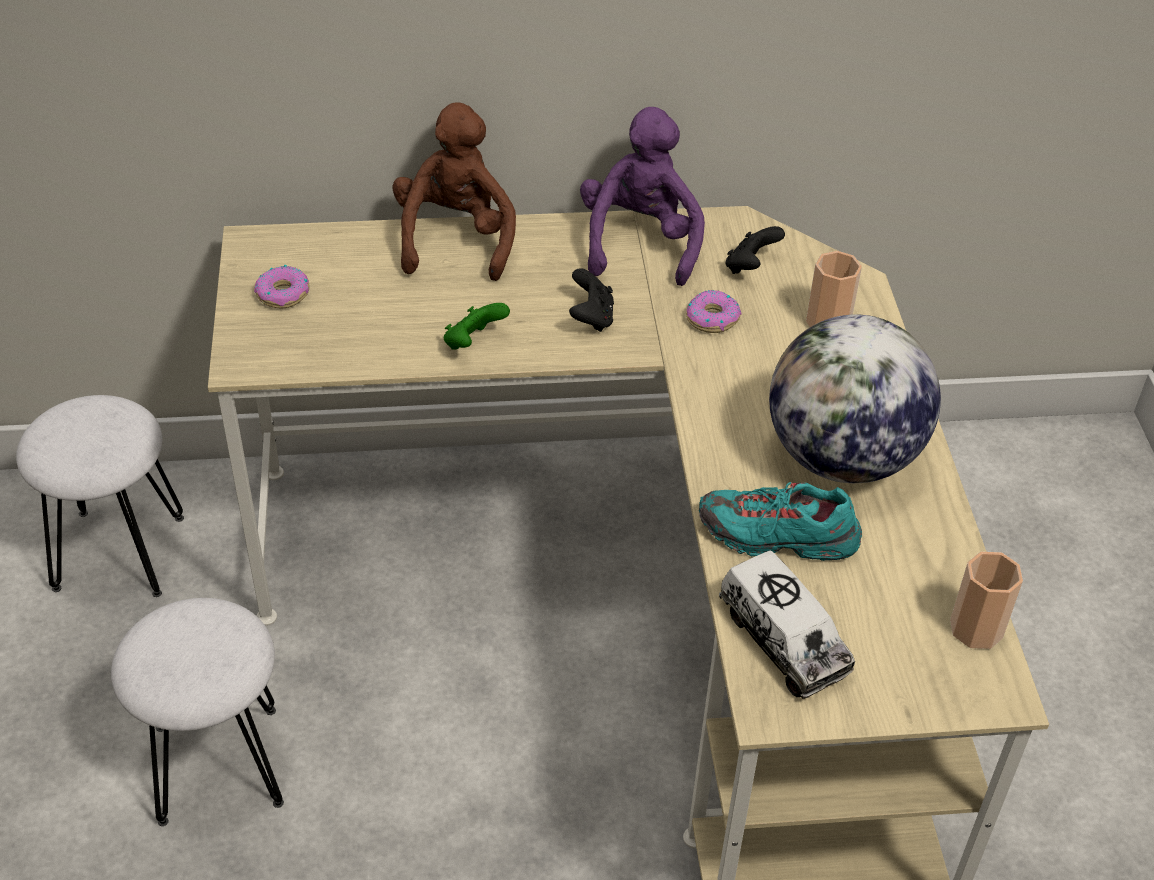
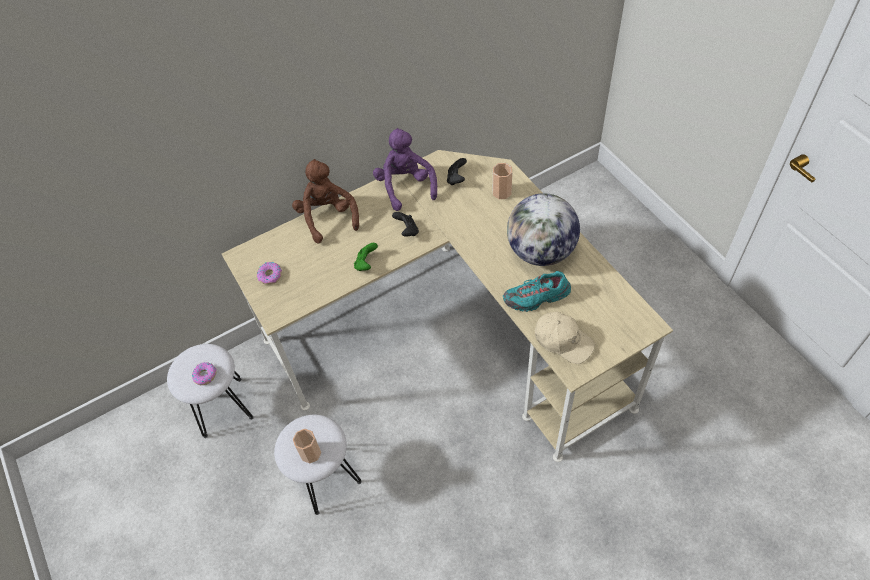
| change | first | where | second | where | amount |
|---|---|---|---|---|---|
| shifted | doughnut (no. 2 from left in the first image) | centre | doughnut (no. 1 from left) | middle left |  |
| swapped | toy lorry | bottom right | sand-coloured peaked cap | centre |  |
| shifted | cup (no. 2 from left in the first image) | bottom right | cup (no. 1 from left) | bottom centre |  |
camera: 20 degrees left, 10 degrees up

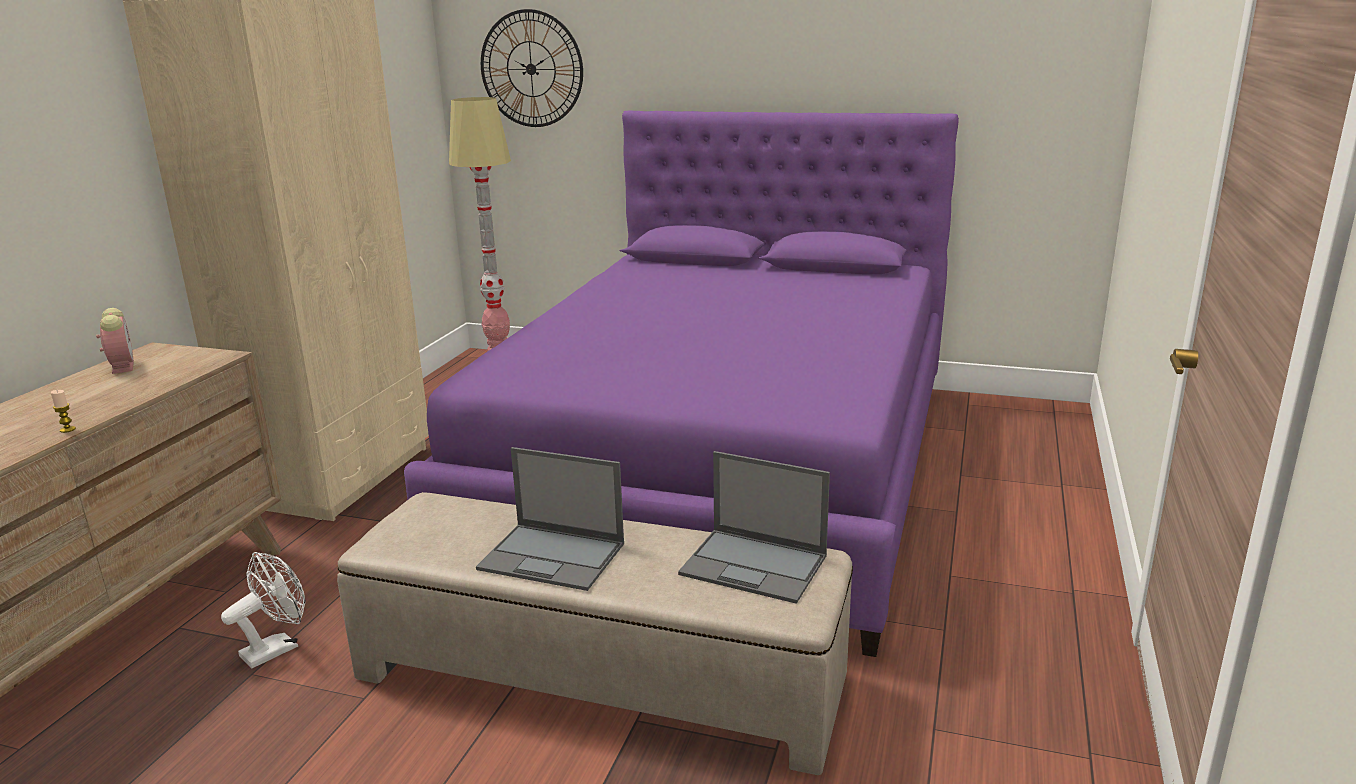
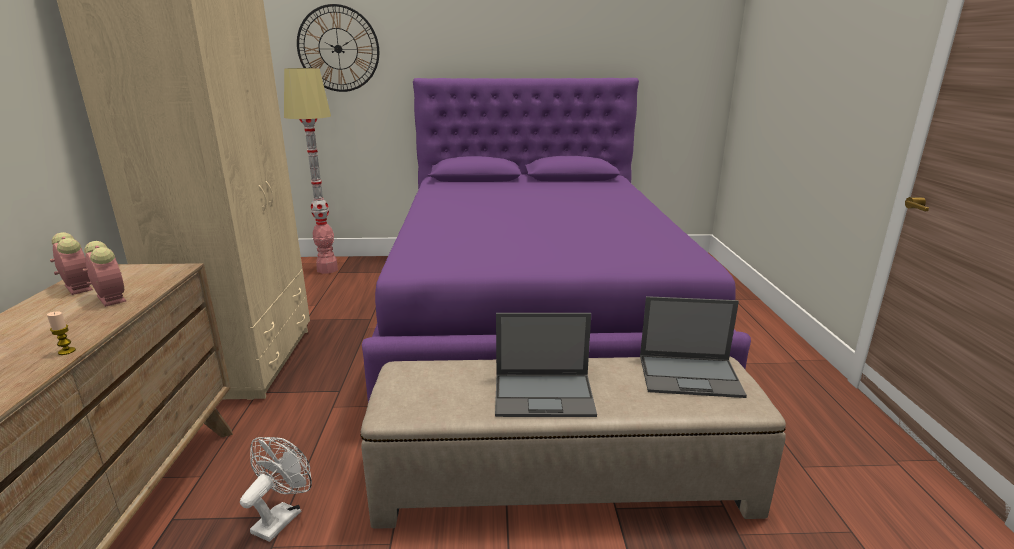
| change | first | where | second | where | amount |
|---|---|---|---|---|---|
| new |  |  | bedside clock (no. 2 from left) | middle left |  |
camera: 20 degrees left, 0 degrees up

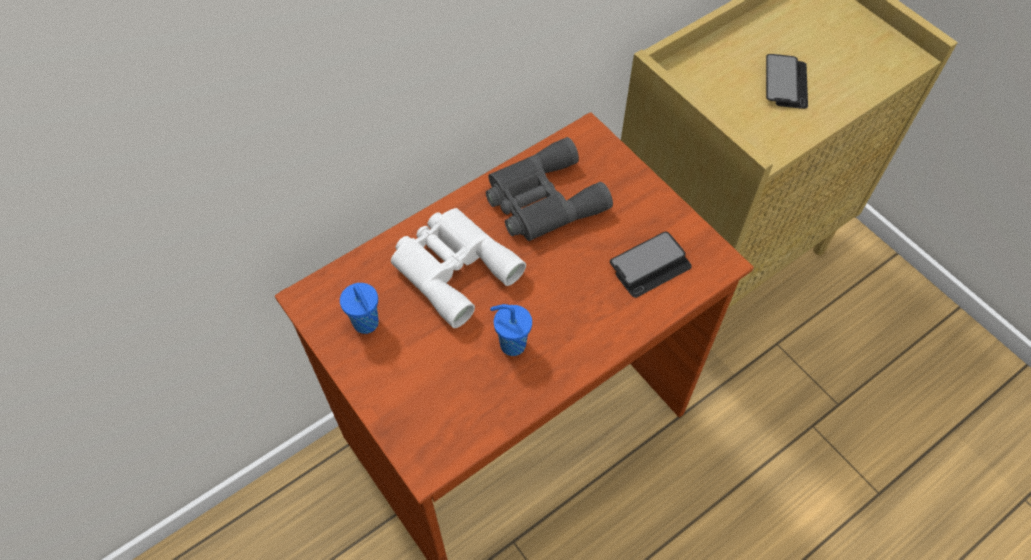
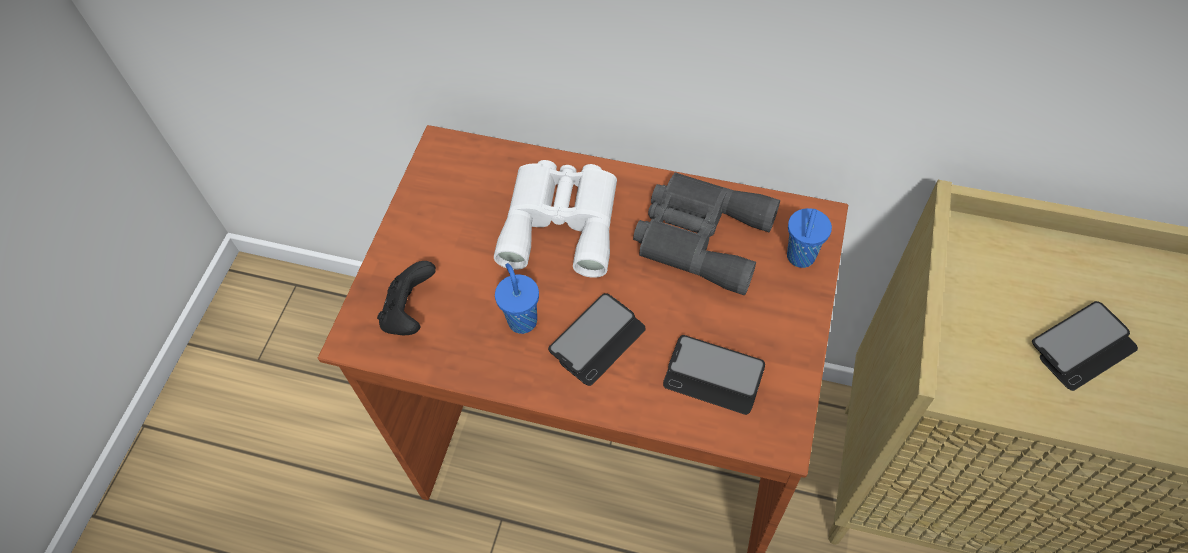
| change | first | where | second | where | amount |
|---|---|---|---|---|---|
| shifted | blue-coloured cup (no. 1 from left in the first image) | centre | blue-coloured cup (no. 2 from left) | middle right |  |
| new |  |  | blackish gamepad | centre |  |
| new |  |  | handset (no. 1 from left) | centre |  |
camera: 55 degrees right, 0 degrees up

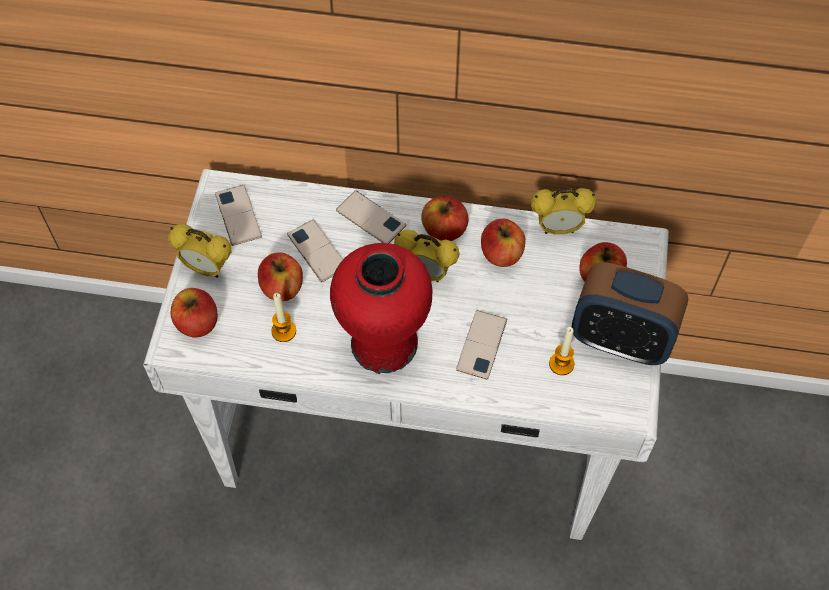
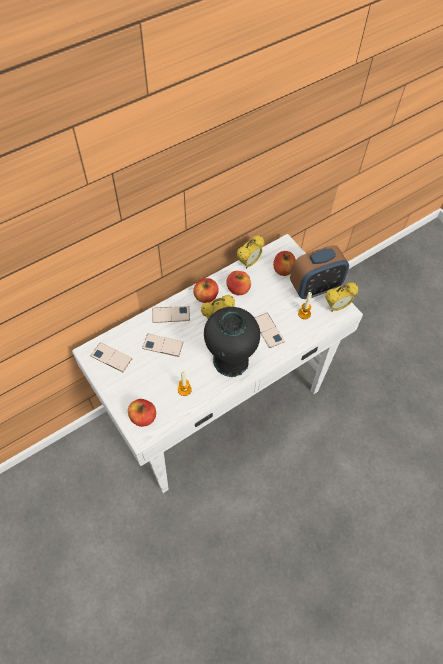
| change | first | where | second | where | amount |
|---|---|---|---|---|---|
| shifted | bedside clock (no. 1 from left in the first image) | middle left | bedside clock (no. 4 from left) | middle right |  |
| repainted | red-coloured vase | centre | blackish vase | centre |  |
| gone | whole apple (no. 2 from left) | centre |  |  |  |
camera: 45 degrees left, 0 degrees up

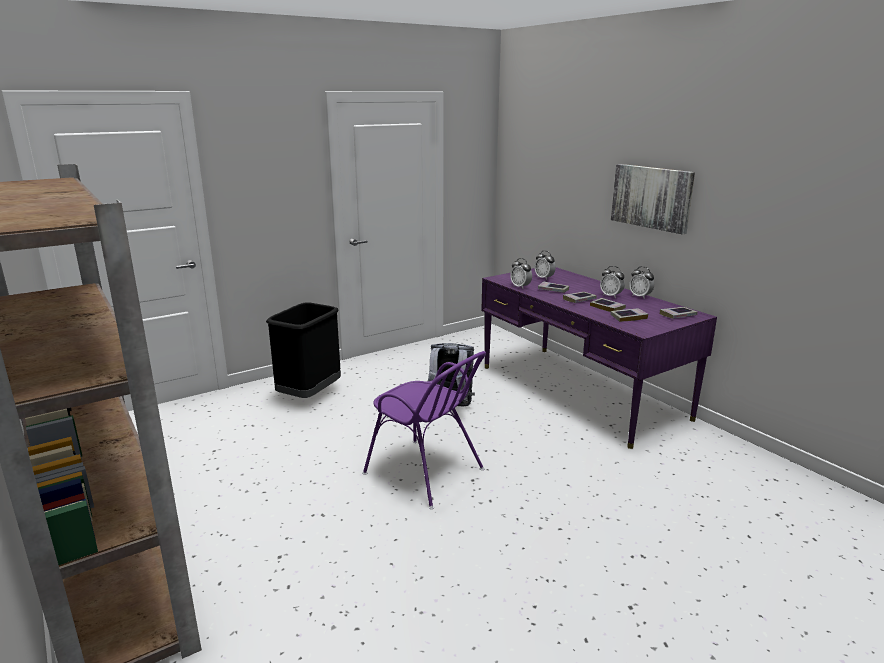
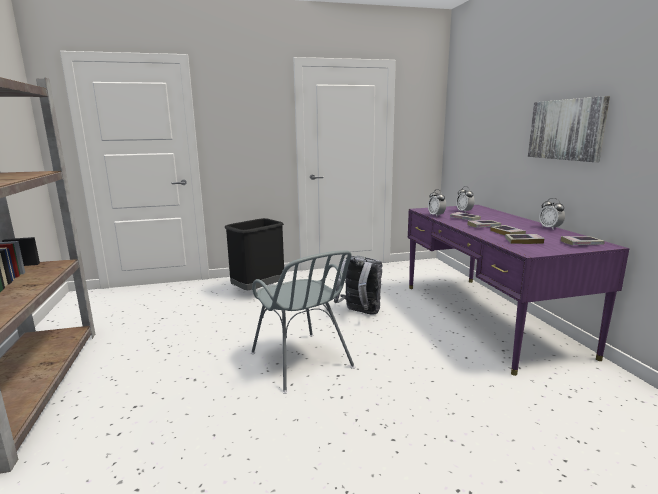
| change | first | where | second | where | amount |
|---|---|---|---|---|---|
| gone | bedside clock (no. 3 from left) | middle right |  |  |  |
| repainted | purple plain chair | centre | greyish plain chair | centre |  |
camera: 20 degrees right, 5 degrees down

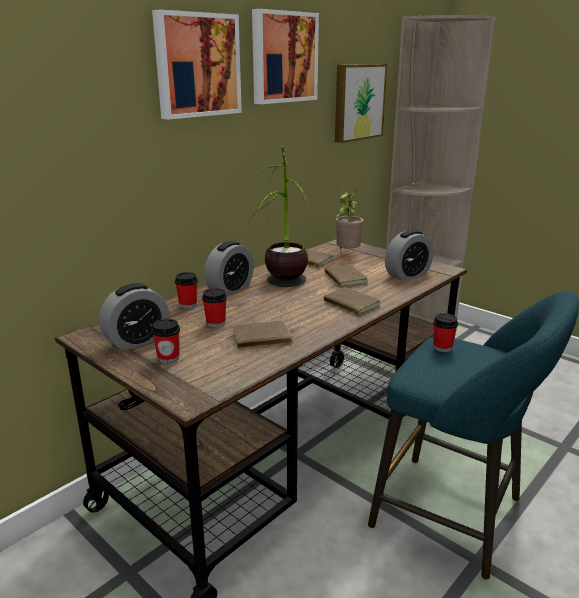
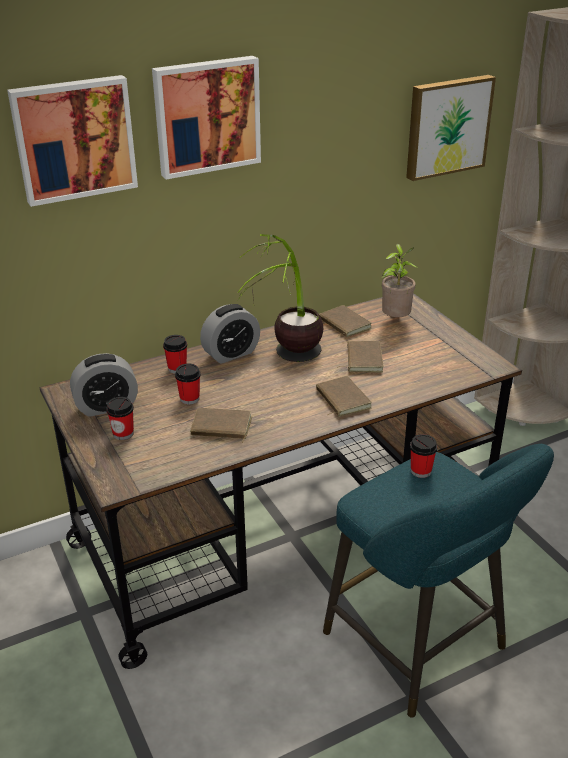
| change | first | where | second | where | amount |
|---|---|---|---|---|---|
| shifted | wall art (no. 2 from left in the first image) | top centre | wall art (no. 1 from left) | top left |  |
| gone | bedside clock (no. 3 from left) | middle right |  |  |  |
camera: 20 degrees right, 10 degrees up

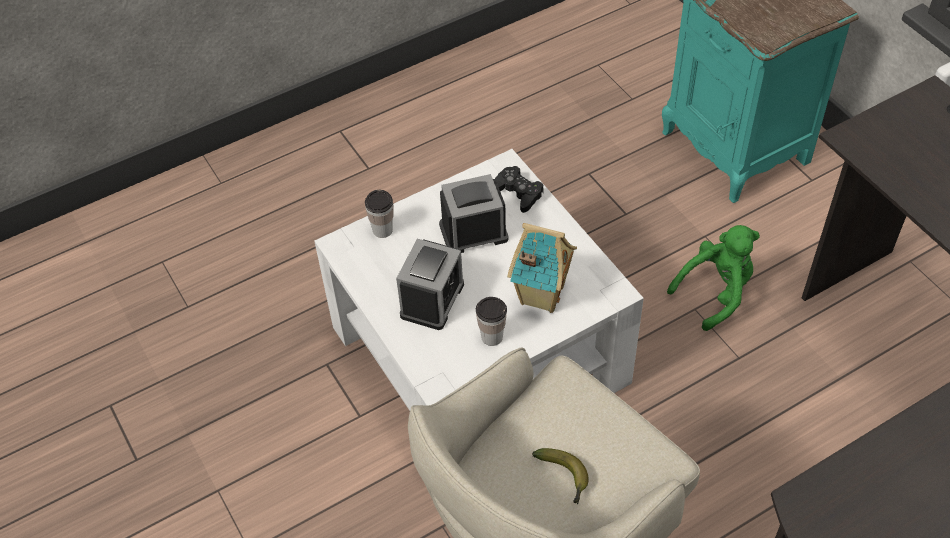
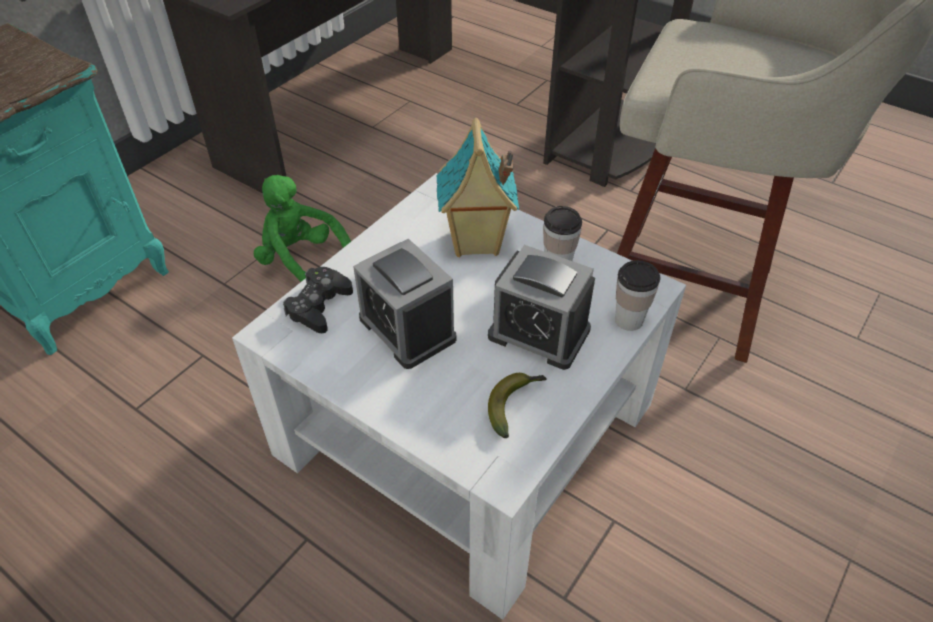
| change | first | where | second | where | amount |
|---|---|---|---|---|---|
| shifted | cup (no. 1 from left in the first image) | centre | cup (no. 2 from left) | middle right |  |
| rotated | bedside clock (no. 1 from left in the first image) | centre | bedside clock (no. 2 from left) | centre | 150 degrees counterclockwise |
| shifted | banana | bottom centre |  | centre |  |
camera: 115 degrees left, 5 degrees down

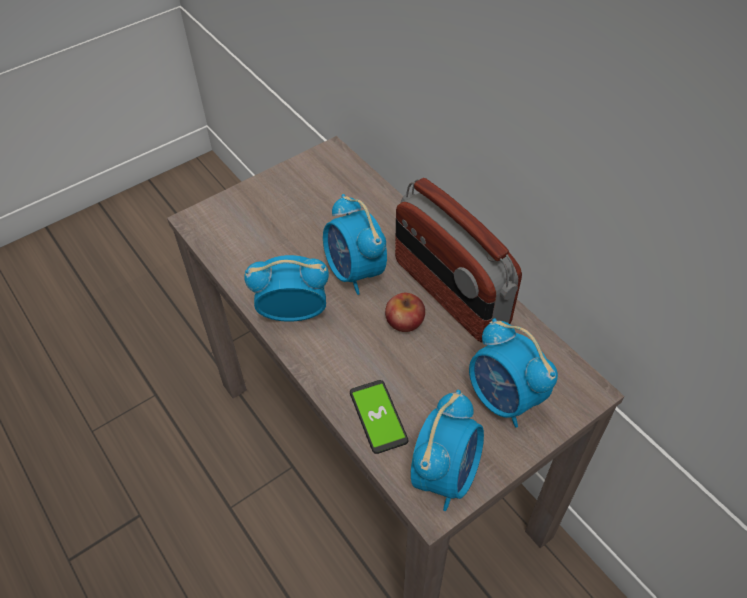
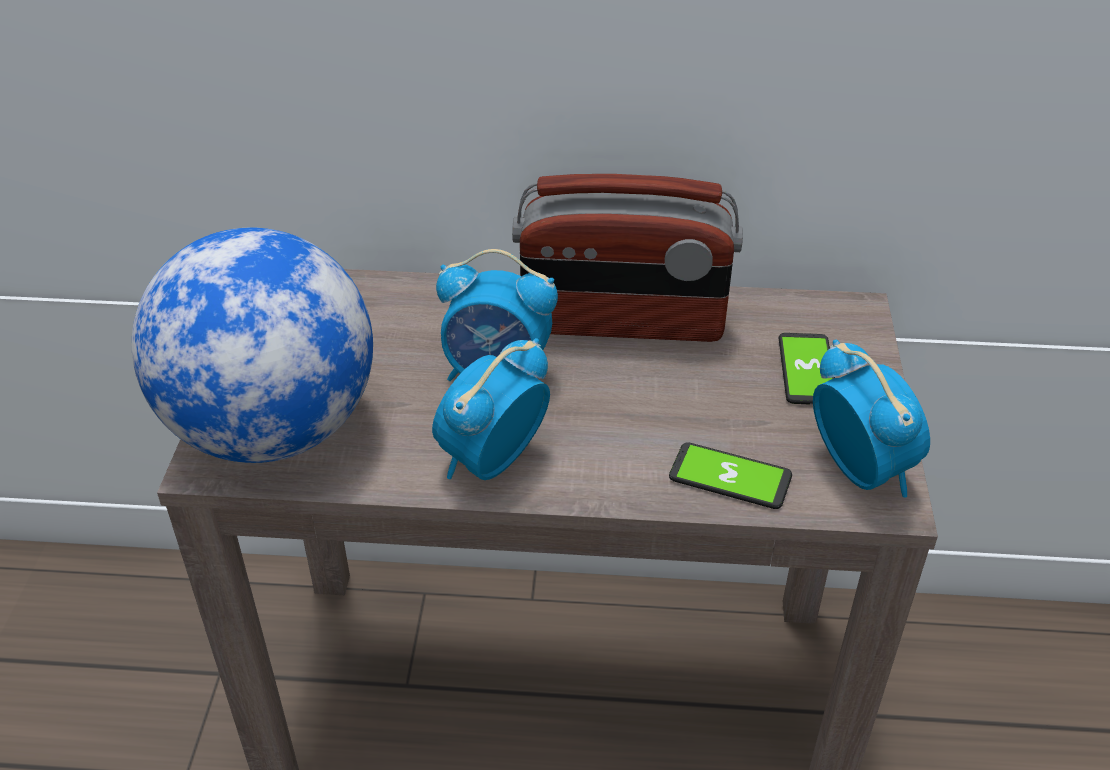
| change | first | where | second | where | amount |
|---|---|---|---|---|---|
| gone | whole apple | centre |  |  |  |
| swapped | bedside clock (no. 4 from left) | middle right | handset (no. 2 from left) | middle right |  |
| new |  |  | globe | middle left |  |
camera: 50 degrees left, 10 degrees down

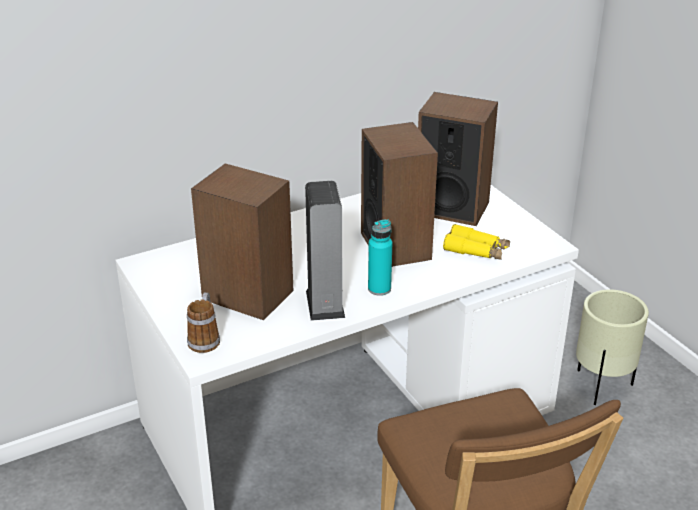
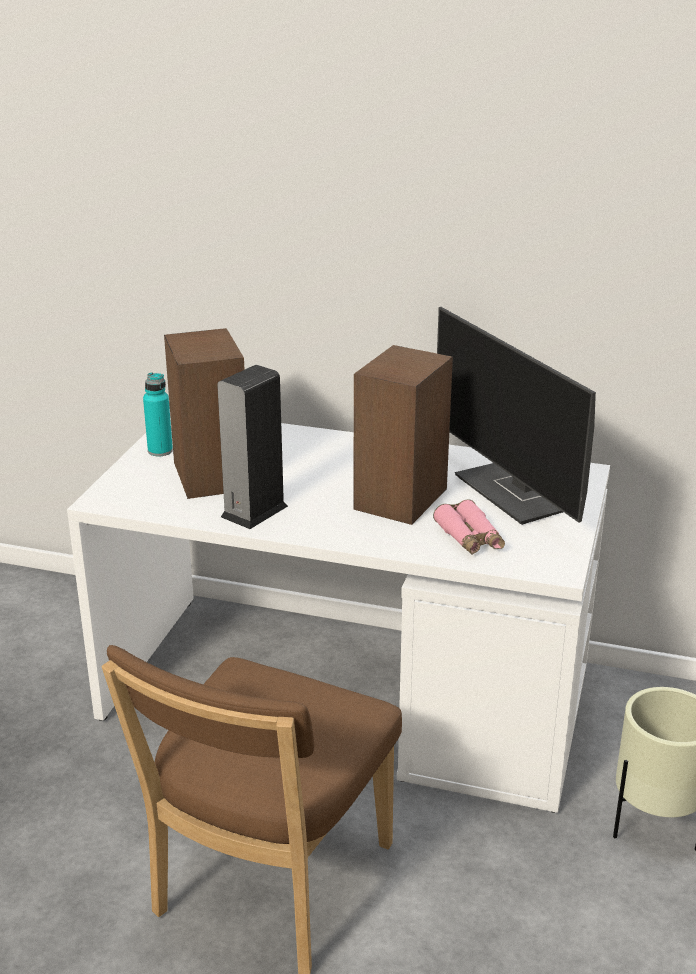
| change | first | where | second | where | amount |
|---|---|---|---|---|---|
| swapped | speaker (no. 4 from left) | top centre | computer screen | middle right |  |
| shifted | blue-green beverage bottle | centre |  | middle left |  |
| repainted | yellow-coloured binoculars | middle right | pink binoculars | middle right |  |
| gone | mug | middle left |  |  |  |
camera: 45 degrees right, 5 degrees down

